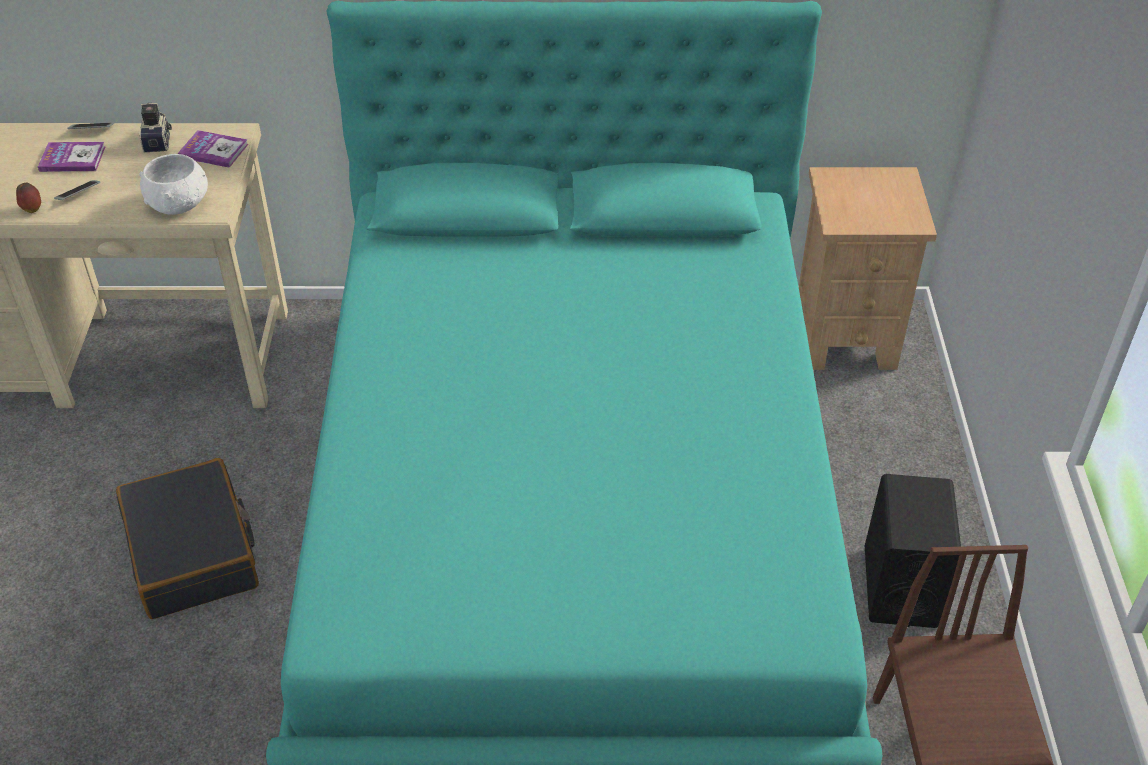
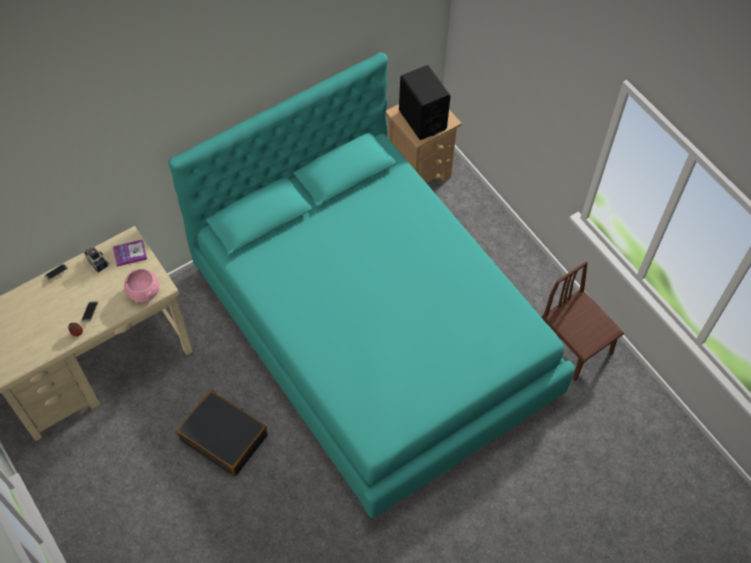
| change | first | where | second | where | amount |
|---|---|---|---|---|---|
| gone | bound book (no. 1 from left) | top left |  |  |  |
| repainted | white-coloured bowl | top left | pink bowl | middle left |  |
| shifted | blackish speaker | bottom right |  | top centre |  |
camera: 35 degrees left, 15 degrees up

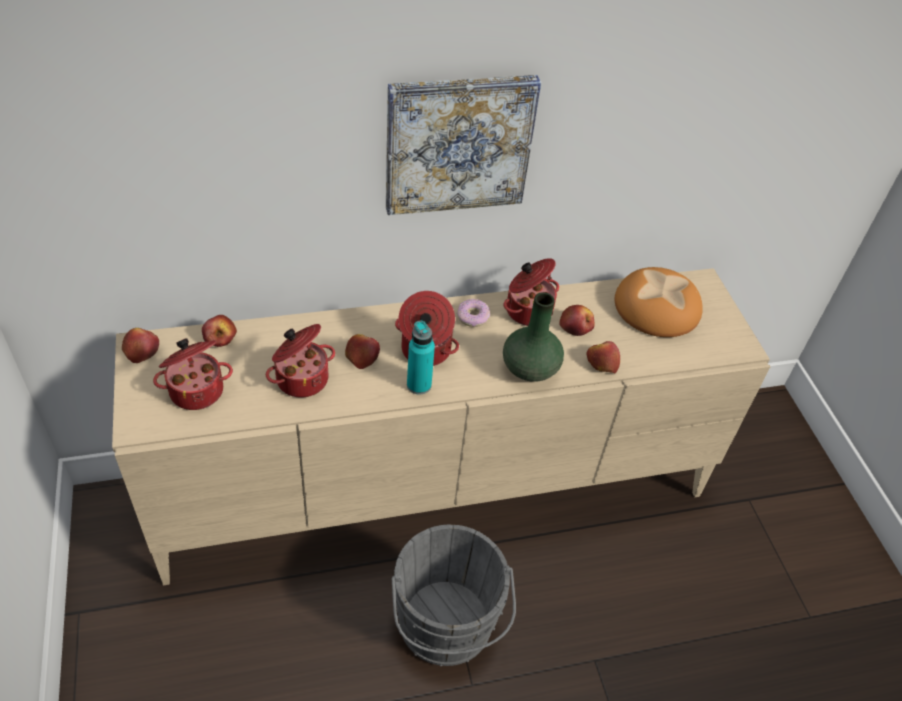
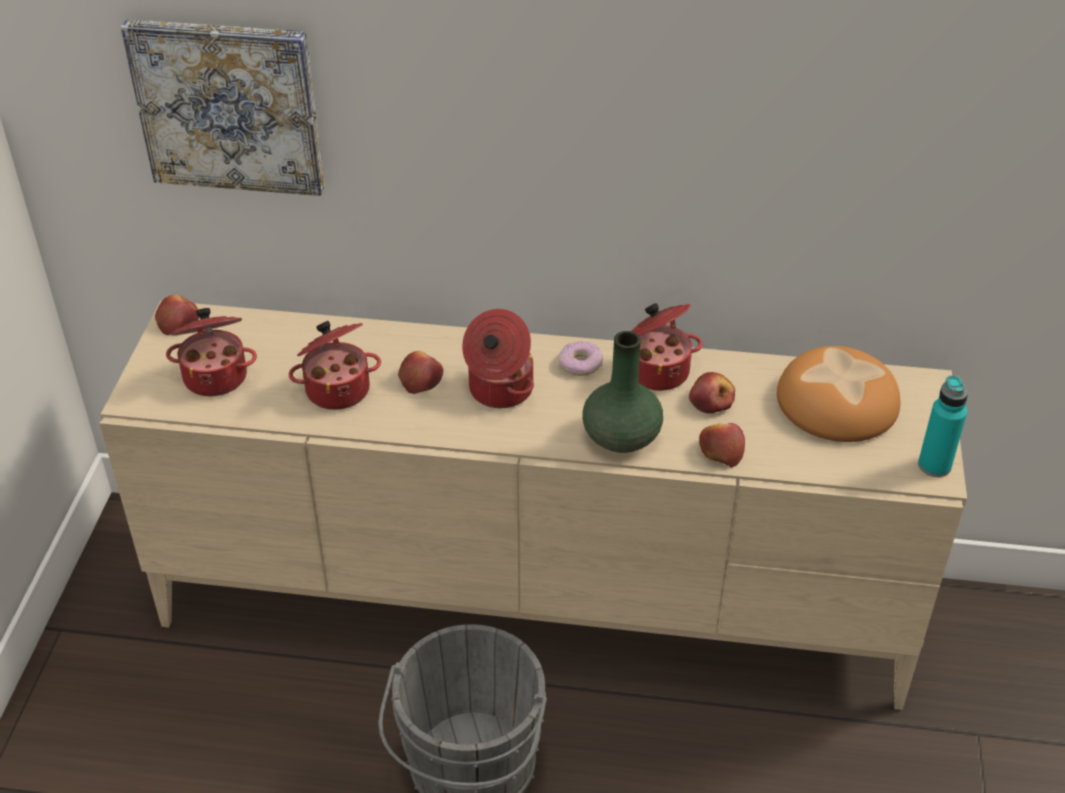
| change | first | where | second | where | amount |
|---|---|---|---|---|---|
| shifted | wall art | top centre |  | top left |  |
| gone | whole apple (no. 2 from left) | middle left |  |  |  |
| shifted | blue-green beverage bottle | centre |  | middle right |  |
camera: 25 degrees right, 5 degrees down

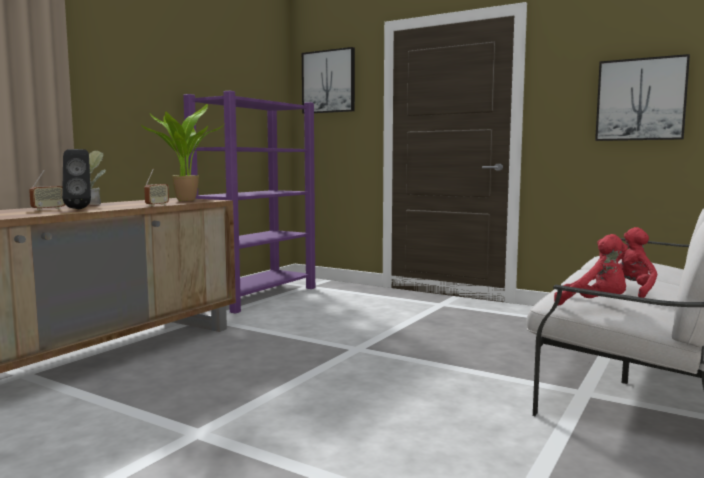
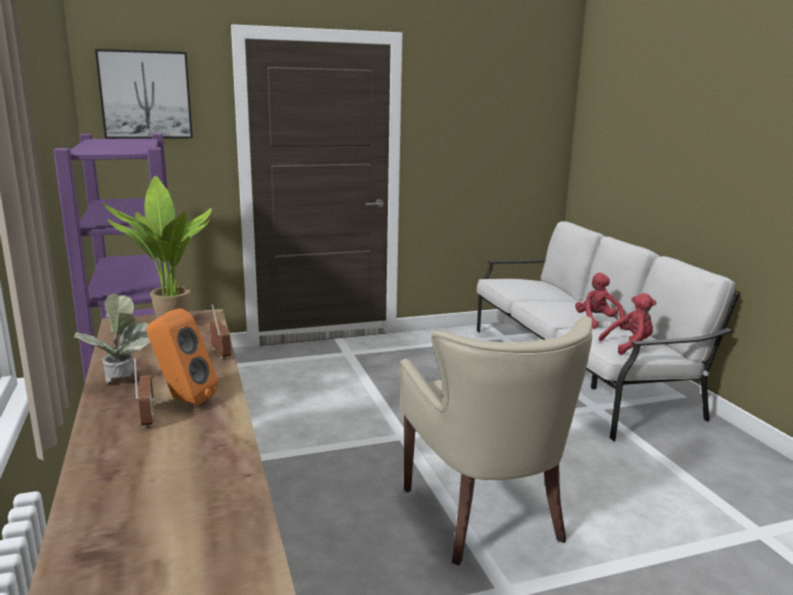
| change | first | where | second | where | amount |
|---|---|---|---|---|---|
| gone | wall art (no. 2 from left) | top right |  |  |  |
| repainted | blackish speaker | middle left | orange-coloured speaker | middle left |  |
| new |  |  | sand-coloured armchair | bottom centre |  |
camera: 50 degrees left, 10 degrees up

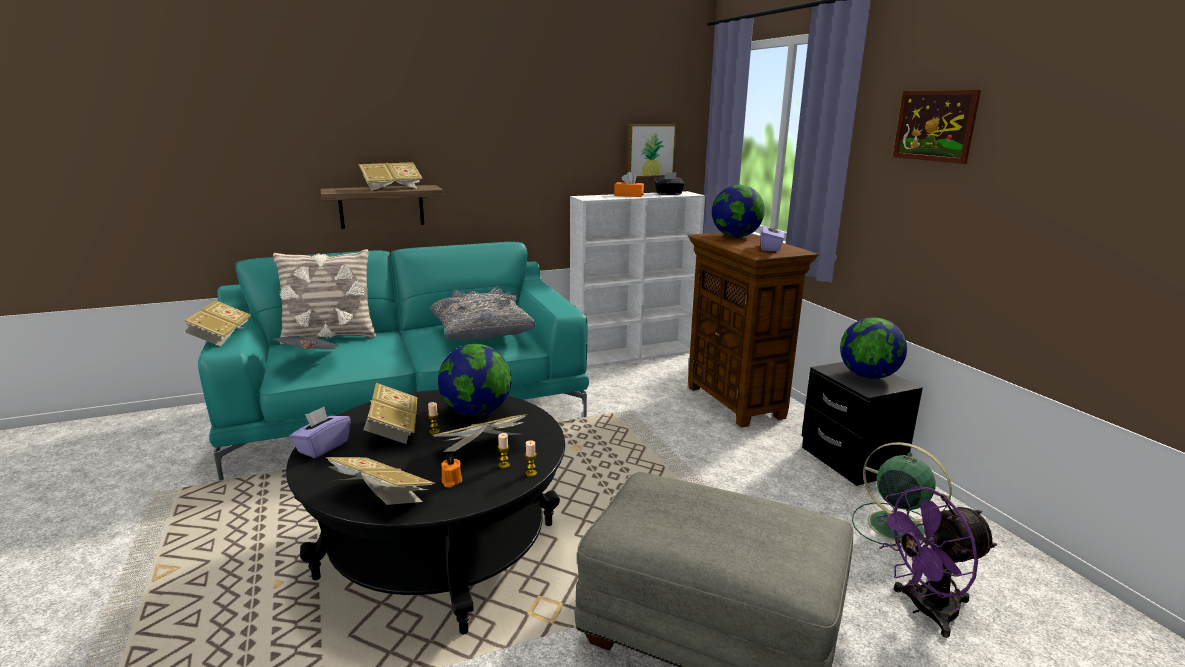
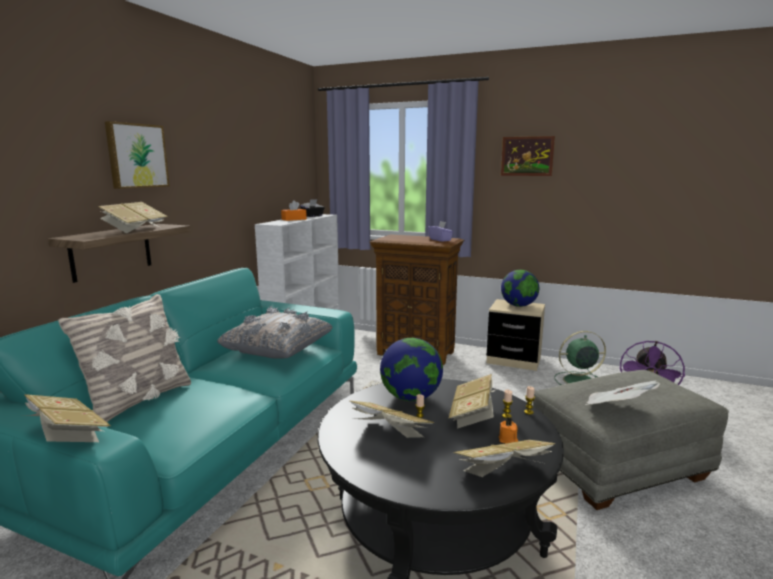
| change | first | where | second | where | amount |
|---|---|---|---|---|---|
| shifted | wall art (no. 1 from left) | top centre |  | top left |  |
| gone | globe (no. 2 from left) | top centre |  |  |  |
| shifted | newspaper | middle left |  | bottom right |  |
| repainted | blackish night table | middle right | sand-coloured night table | centre |  |
| gone | purple tissue box (no. 1 from left) | middle left |  |  |  |
camera: 45 degrees left, 5 degrees down

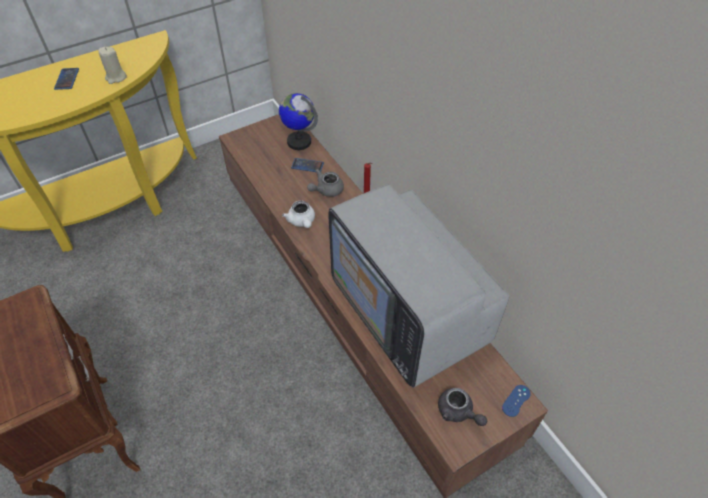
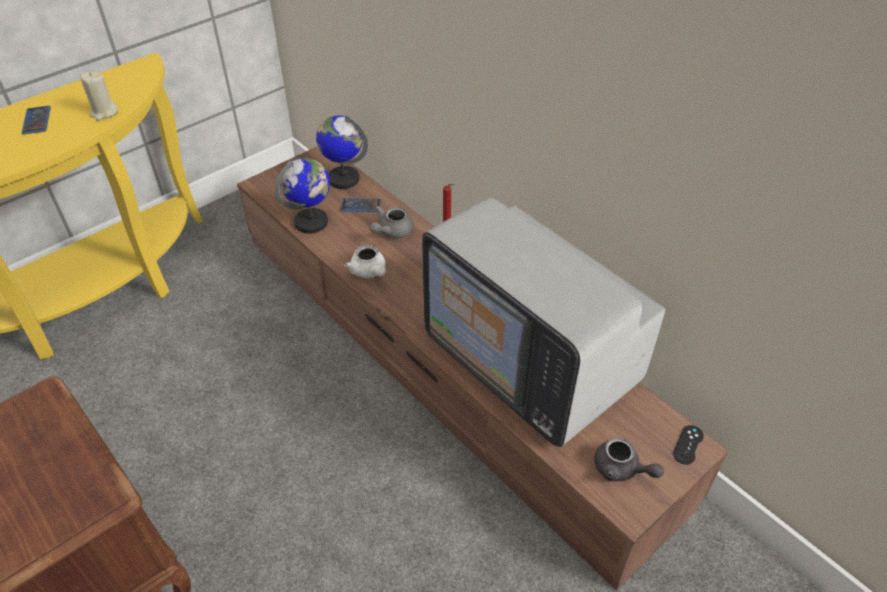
| change | first | where | second | where | amount |
|---|---|---|---|---|---|
| repainted | blue-coloured gamepad | bottom right | blackish gamepad | bottom right |  |
| new |  |  | globe (no. 1 from left) | top centre |  |
camera: 10 degrees left, 5 degrees down

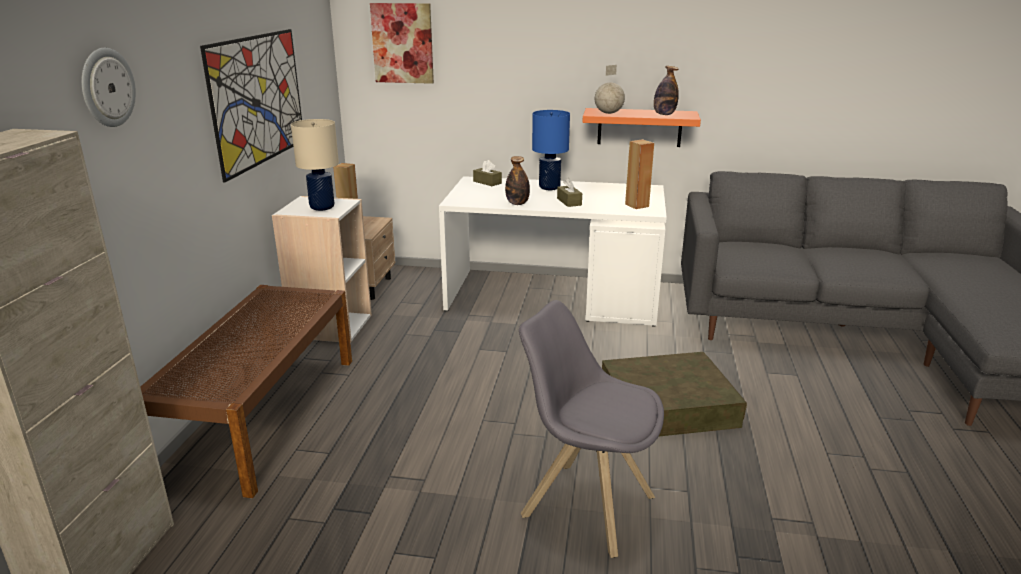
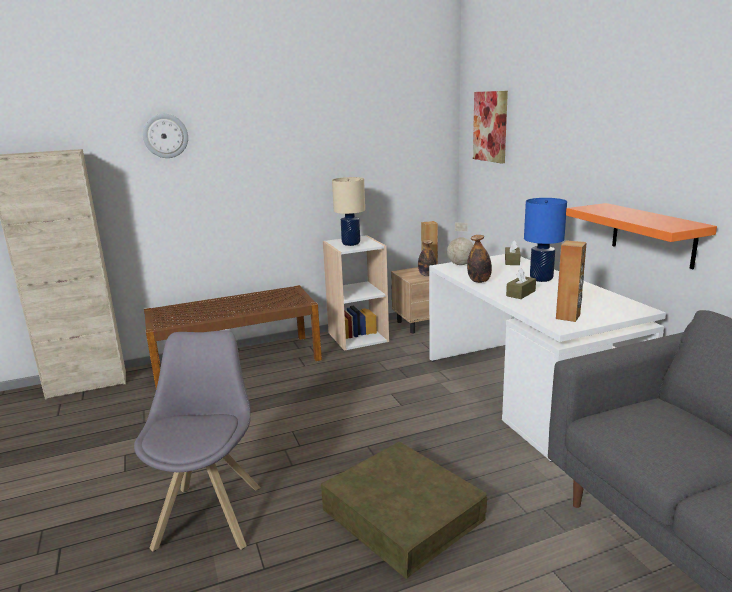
| change | first | where | second | where | amount |
|---|---|---|---|---|---|
| gone | wall art (no. 1 from left) | top left |  |  |  |
| shifted | globe | top centre |  | centre |  |
| shifted | beverage bottle (no. 2 from left in the first image) | top centre | beverage bottle (no. 1 from left) | centre |  |
camera: 60 degrees right, 5 degrees down

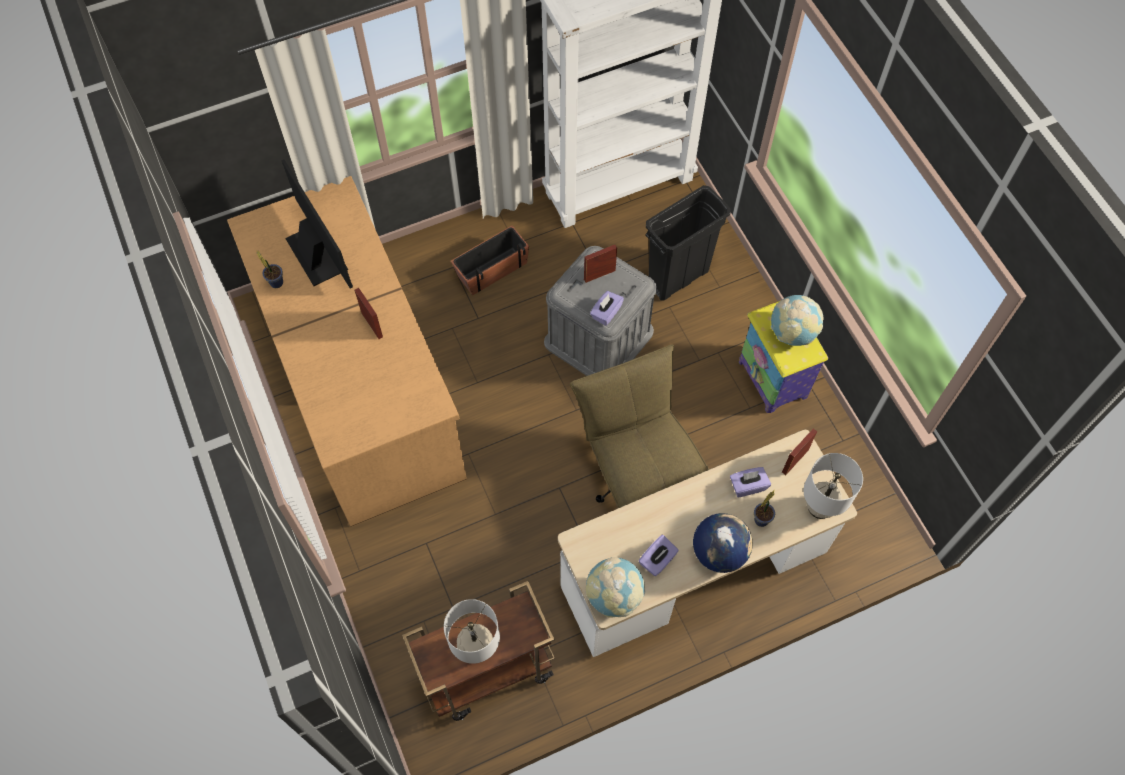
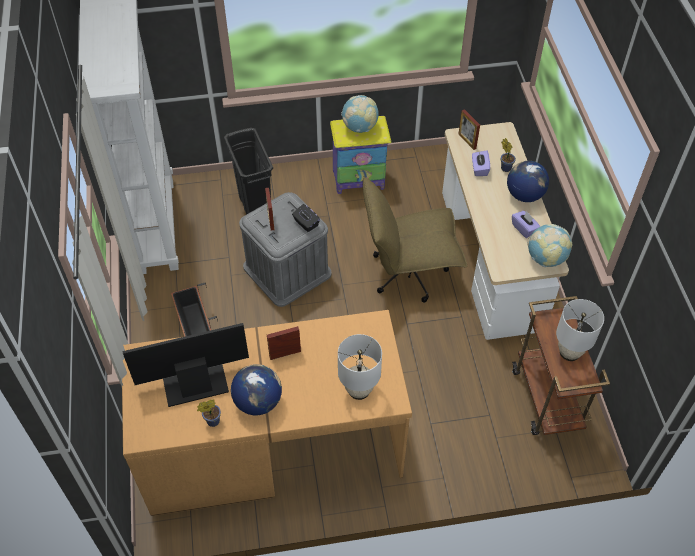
| change | first | where | second | where | amount |
|---|---|---|---|---|---|
| repainted | purple tissue box (no. 1 from left) | centre | blackish tissue box | centre |  |
| shifted | white-coloured tabletop lamp (no. 2 from left in the first image) | middle right | white-coloured tabletop lamp (no. 1 from left) | centre |  |
| new |  |  | globe (no. 1 from left) | bottom centre |  |
camera: 75 degrees left, 10 degrees down

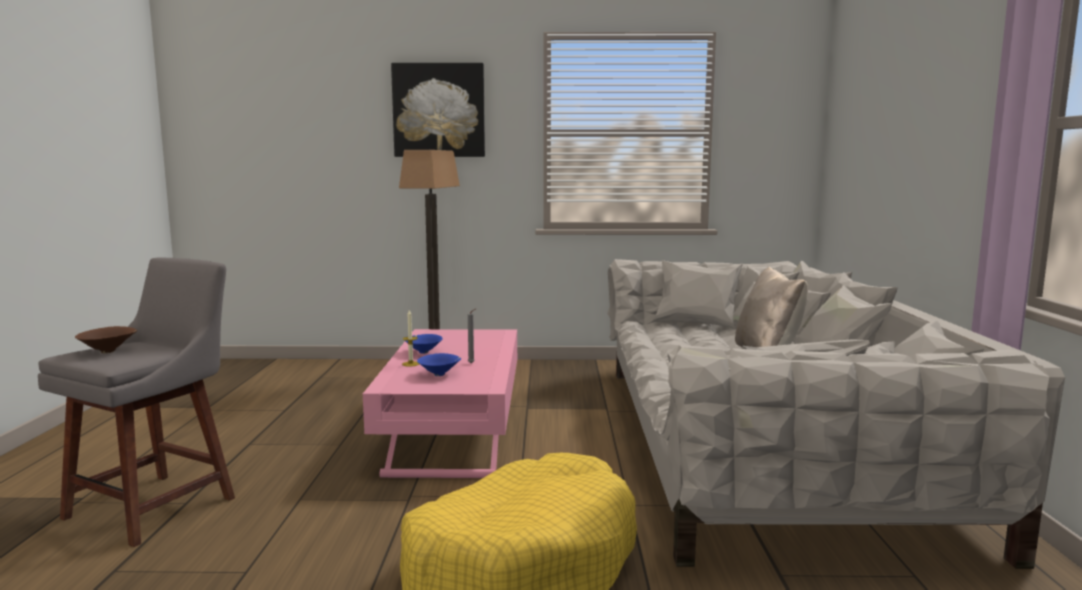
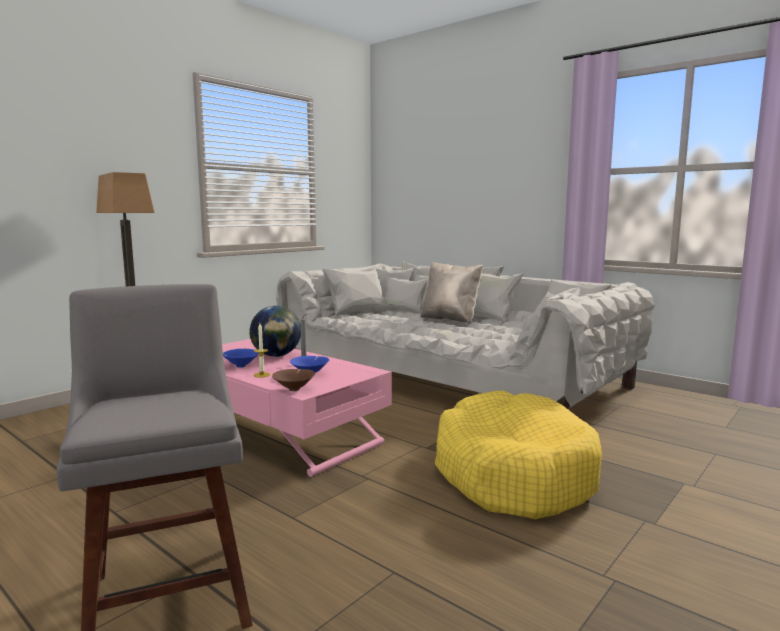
| change | first | where | second | where | amount |
|---|---|---|---|---|---|
| gone | wall art | top centre |  |  |  |
| shifted | brown-coloured bowl | middle left |  | centre |  |
| new |  |  | globe | centre |  |
camera: 50 degrees left, 0 degrees up

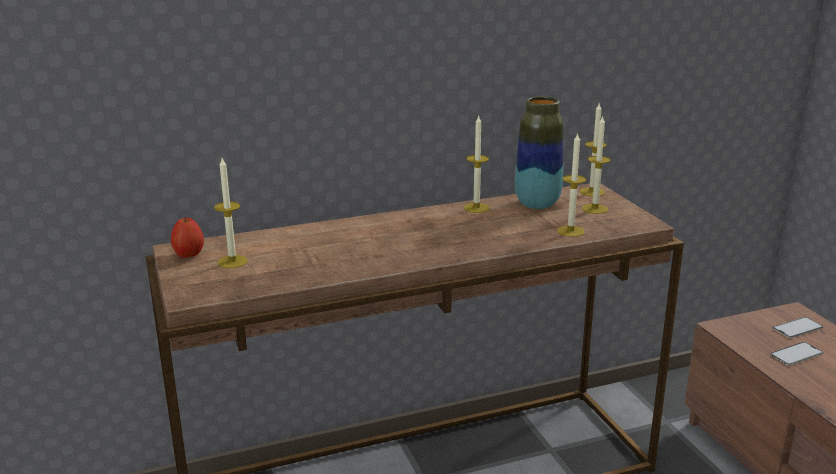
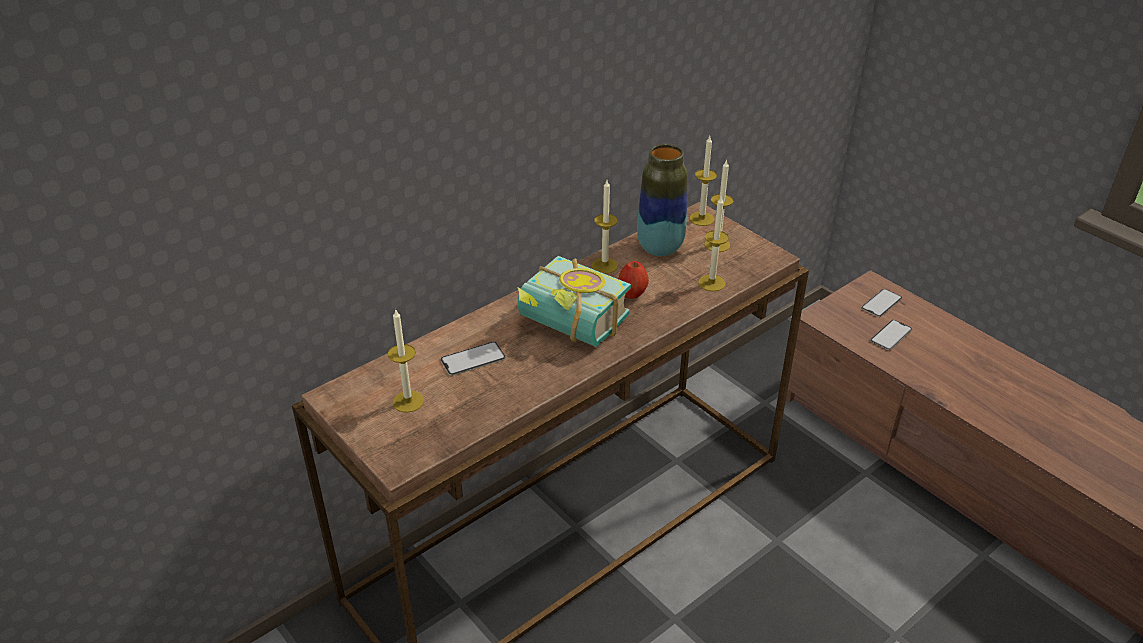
| change | first | where | second | where | amount |
|---|---|---|---|---|---|
| shifted | whole apple | middle left |  | centre |  |
| new |  |  | bound book | centre |  |
| new |  |  | handset (no. 1 from left) | centre |  |
camera: 20 degrees left, 15 degrees up

